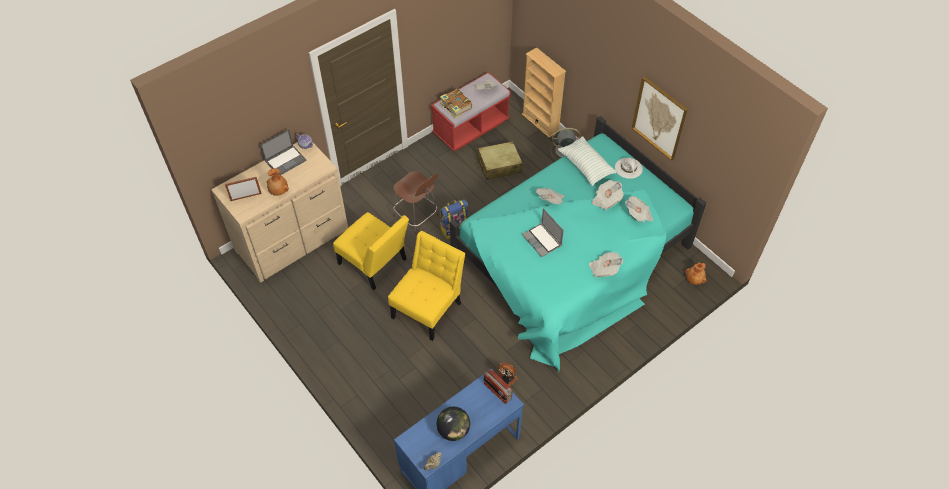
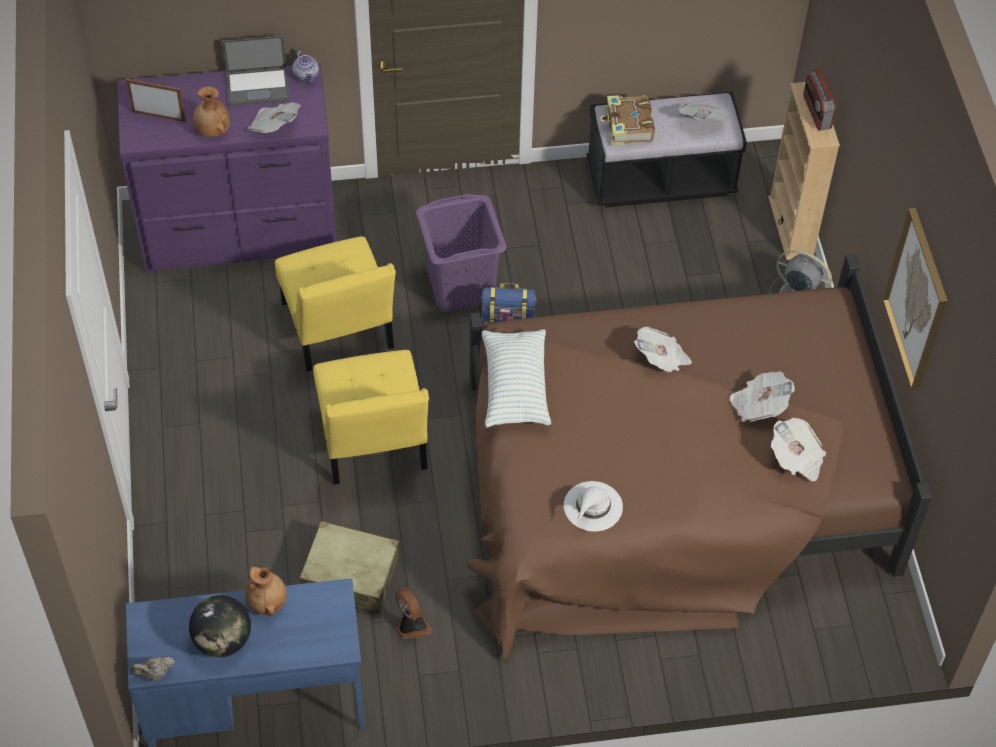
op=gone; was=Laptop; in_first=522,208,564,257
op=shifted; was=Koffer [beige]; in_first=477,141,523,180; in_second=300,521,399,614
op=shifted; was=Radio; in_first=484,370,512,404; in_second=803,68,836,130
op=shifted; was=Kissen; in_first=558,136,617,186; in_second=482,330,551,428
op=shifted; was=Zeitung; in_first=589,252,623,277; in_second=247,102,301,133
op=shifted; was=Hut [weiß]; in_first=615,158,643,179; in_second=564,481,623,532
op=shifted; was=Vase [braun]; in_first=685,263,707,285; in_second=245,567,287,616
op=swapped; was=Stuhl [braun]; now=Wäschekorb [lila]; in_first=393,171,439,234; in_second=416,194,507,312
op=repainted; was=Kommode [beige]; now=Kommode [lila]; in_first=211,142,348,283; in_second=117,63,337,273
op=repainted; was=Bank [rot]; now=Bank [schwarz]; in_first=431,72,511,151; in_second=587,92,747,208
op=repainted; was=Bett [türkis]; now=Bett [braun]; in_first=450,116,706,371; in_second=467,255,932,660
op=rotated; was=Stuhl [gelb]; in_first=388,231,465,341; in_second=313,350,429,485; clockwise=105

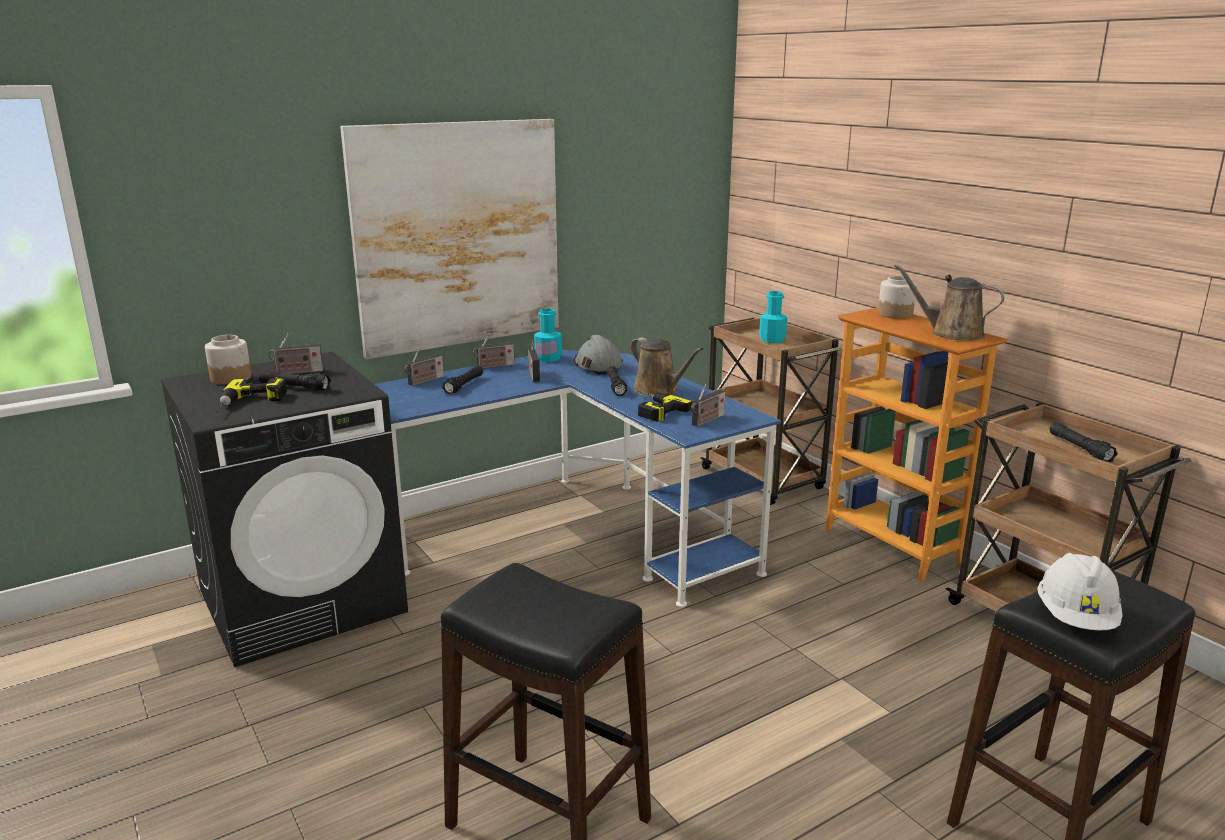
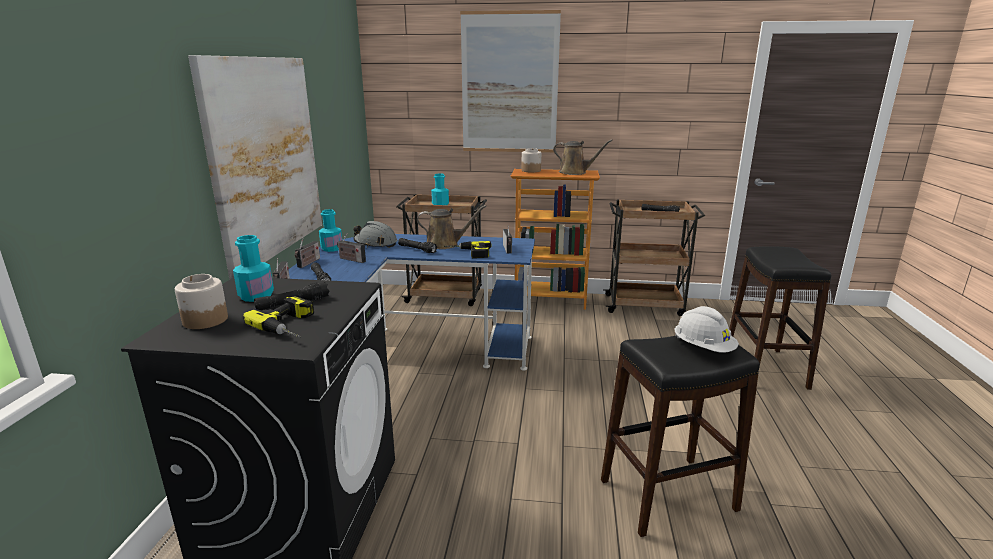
op=new; now=Bild; in_second=460,10,561,152
op=shifted; was=Schutzhelm [weiß]; in_first=1038,553,1123,630; in_second=674,306,739,353
op=swapped; was=Radio; now=Flasche [türkis]; in_first=269,333,323,374; in_second=233,235,274,302
op=rotated; was=Gießkanne [braun]; in_first=894,264,1004,341; in_second=553,139,613,175; clockwise=-135

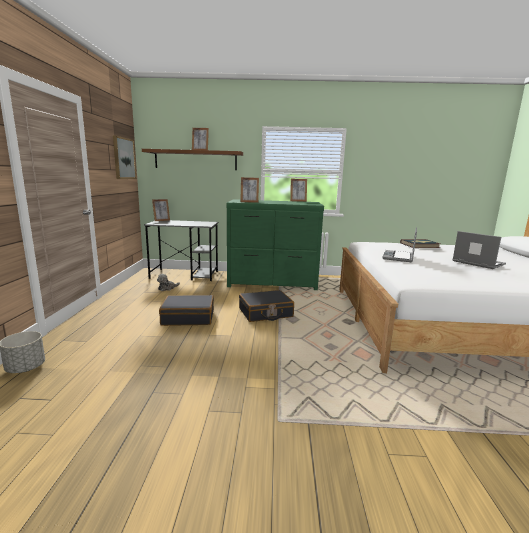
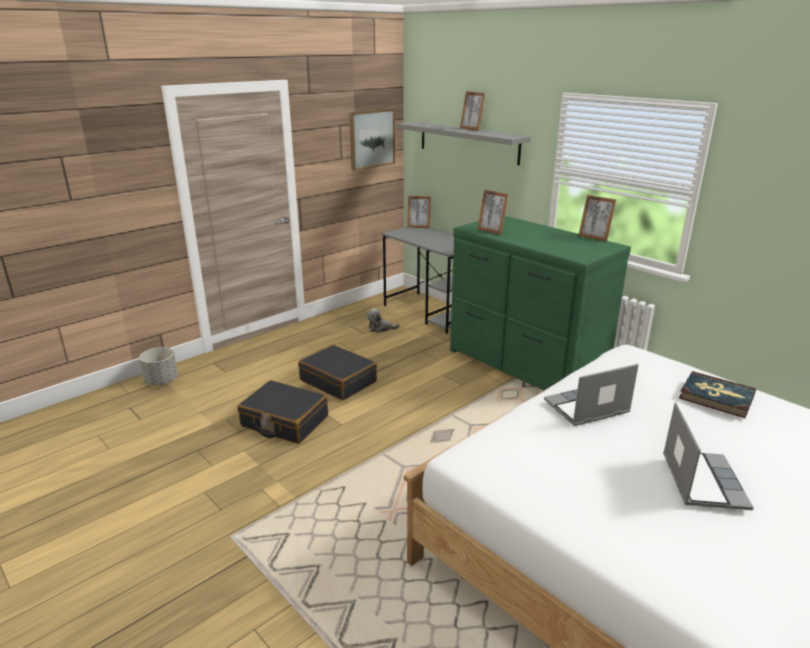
op=shifted; was=Koffer [schwarz]; in_first=239,290,294,322; in_second=237,380,328,444
op=repainted; was=Wandregal [braun]; now=Wandregal [grau]; in_first=142,149,243,170; in_second=397,121,531,165

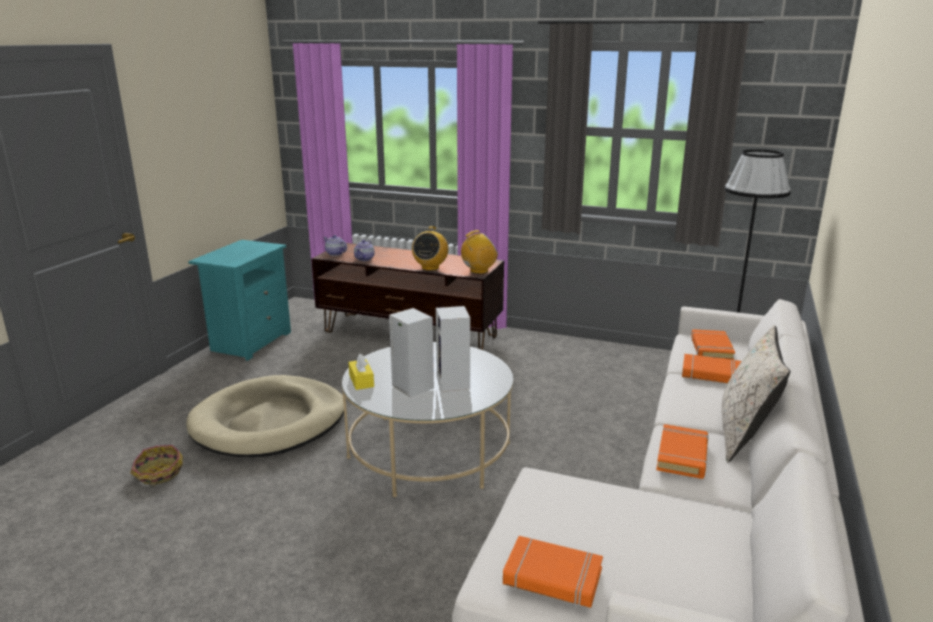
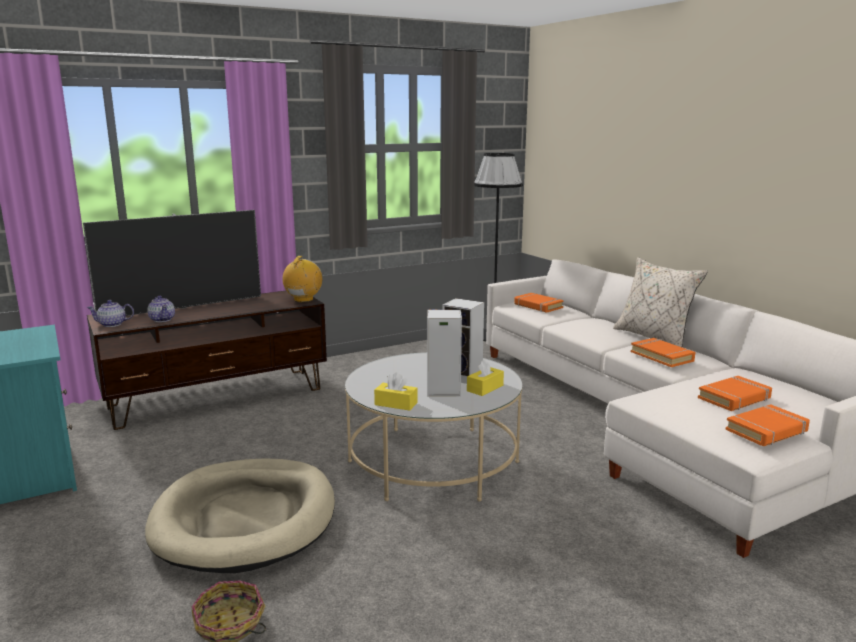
op=gone; was=Radio; in_first=412,226,448,271
op=new; now=Fernseher; in_second=83,210,261,316
op=new; now=Taschentuchbox [gelb]; in_second=467,359,504,396
op=shifted; was=Buch [orange]; in_first=682,354,741,383; in_second=698,376,772,411

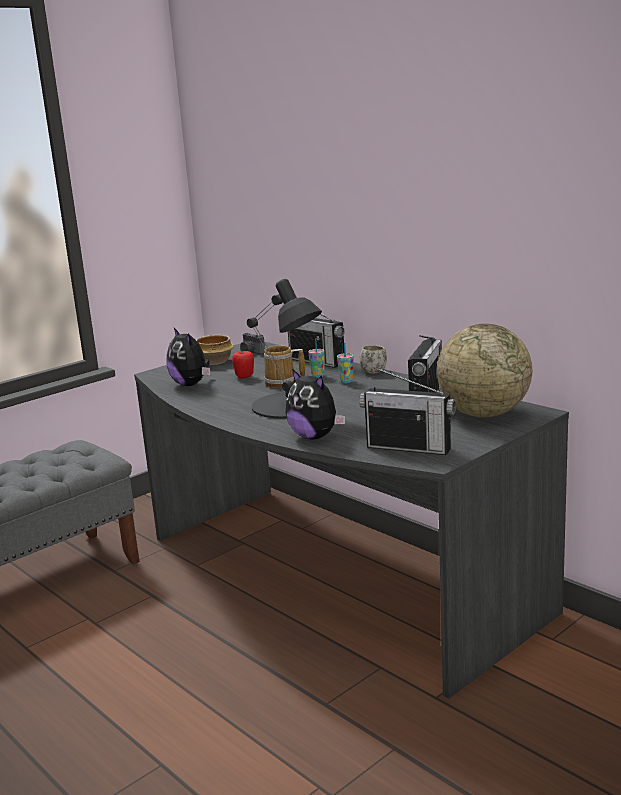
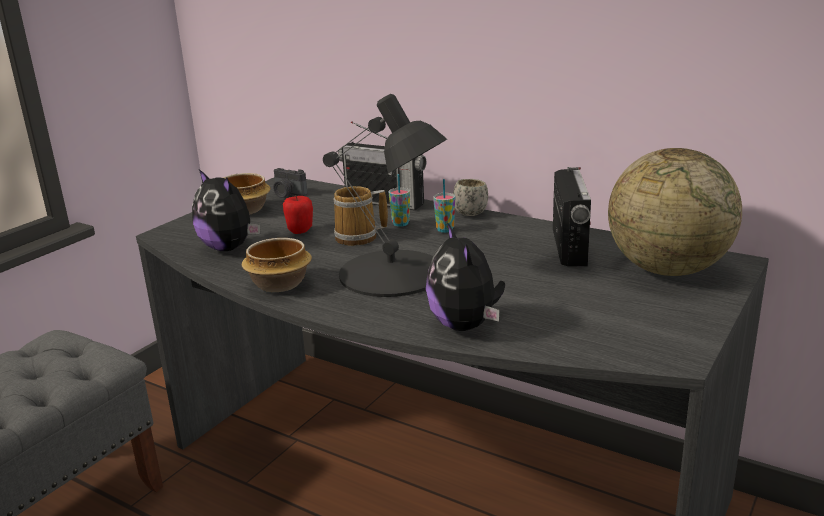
op=gone; was=Radio; in_first=359,367,456,455
op=new; now=Schüssel; in_second=242,238,312,292
op=rotated; was=Plüschtier; in_first=286,369,345,439; in_second=426,222,505,331; clockwise=45

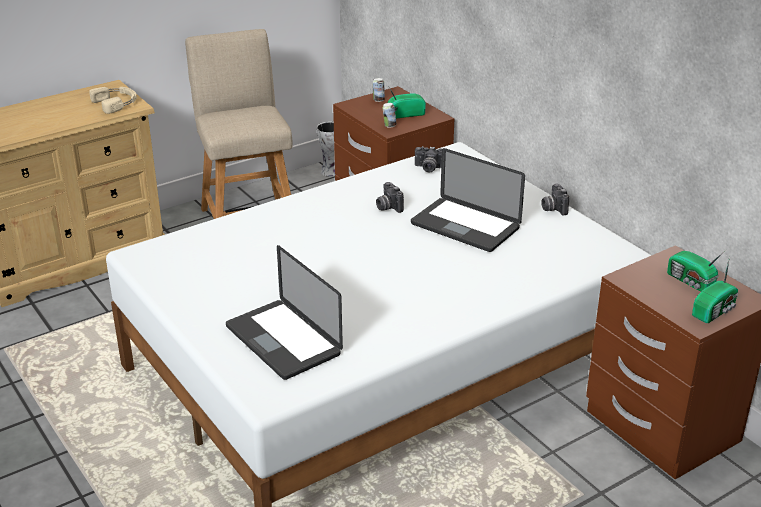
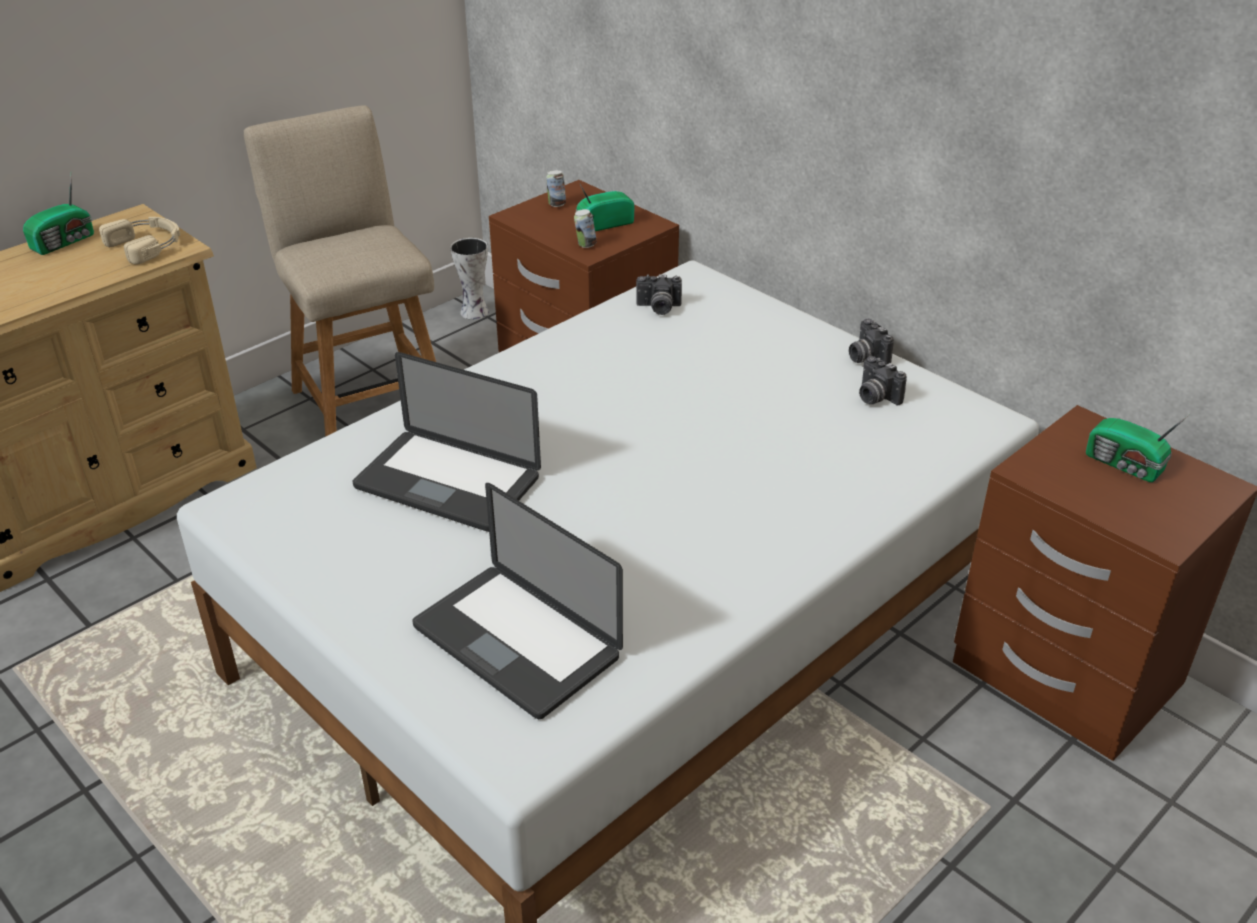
op=shifted; was=Kamera; in_first=376,182,404,213; in_second=859,356,907,405
op=shifted; was=Laptop; in_first=411,148,525,252; in_second=353,352,541,532
op=shifted; was=Radio; in_first=692,256,738,323; in_second=23,171,94,255

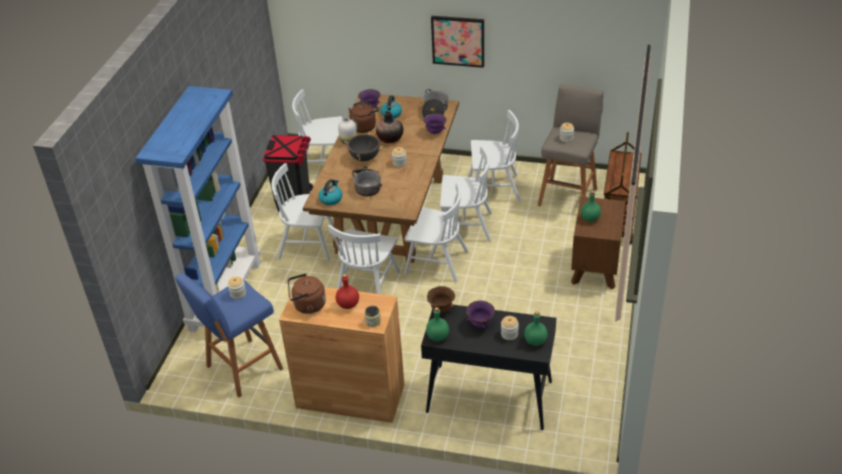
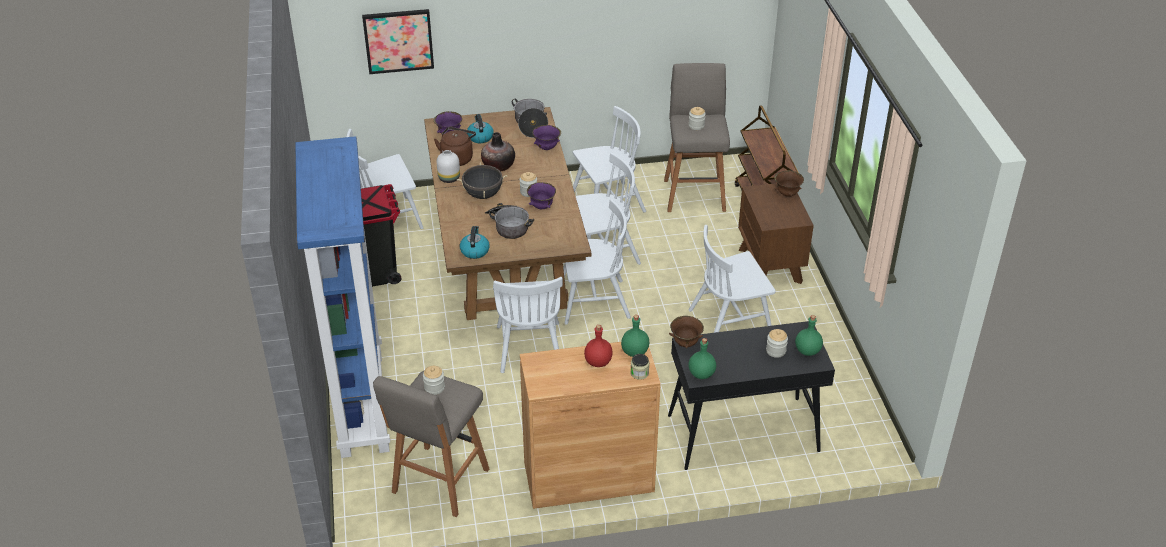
op=gone; was=Wasserkessel [braun]; in_first=288,273,326,314
op=new; now=Schüssel [braun]; in_second=774,170,804,197
op=shifted; was=Stuhl [weiß]; in_first=272,163,334,261; in_second=688,225,776,333
op=shifted; was=Bild; in_first=431,16,484,68; in_second=362,9,434,74
op=shifted; was=Schüssel [lila]; in_first=466,301,495,329; in_second=527,182,556,209
op=shifted; was=Flasche [grün]; in_first=581,191,601,222; in_second=621,315,650,357
op=repainted; was=Hocker [blau]; now=Hocker [grau]; in_first=175,273,283,398; in_second=373,371,489,517

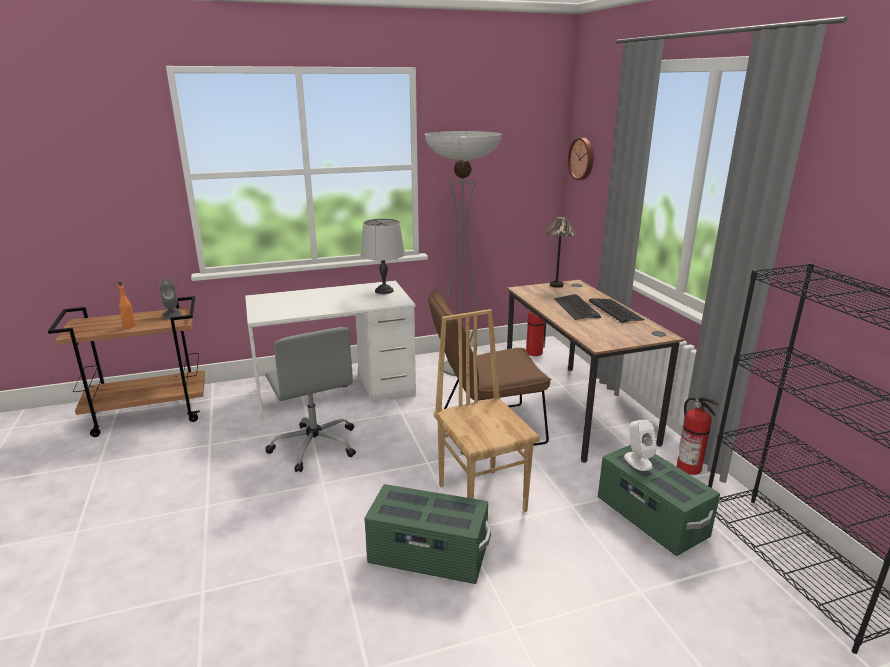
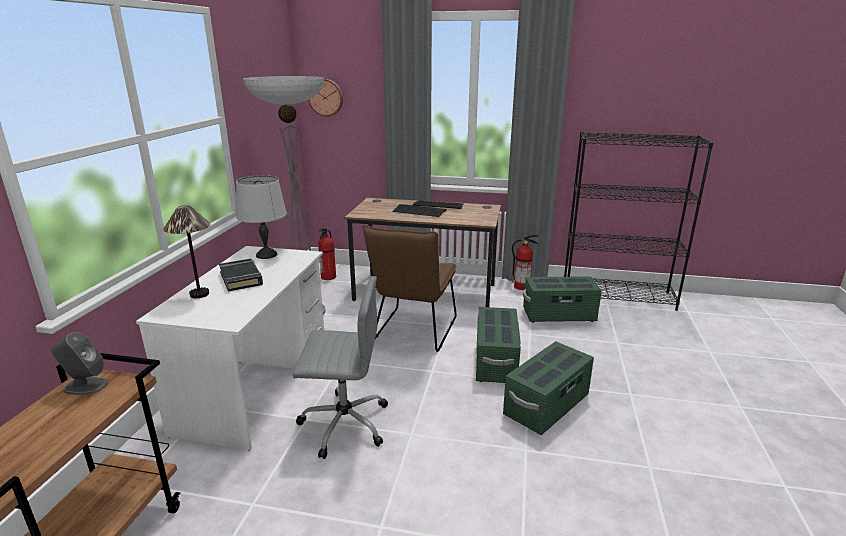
op=gone; was=Flasche [orange]; in_first=118,281,136,328
op=gone; was=Lautsprecher [weiß]; in_first=624,420,657,471
op=new; now=Buch [schwarz]; in_second=219,259,263,291
op=shifted; was=Tischlampe; in_first=544,217,577,288; in_second=163,205,211,298
op=swapped; was=Stuhl [braun]; now=Aufbewahrungsbox [grün]; in_first=434,309,540,512; in_second=476,307,521,383

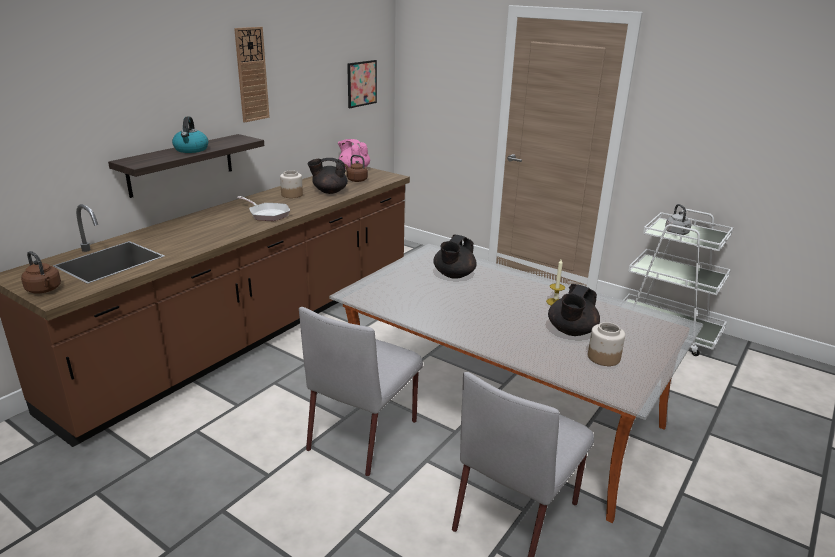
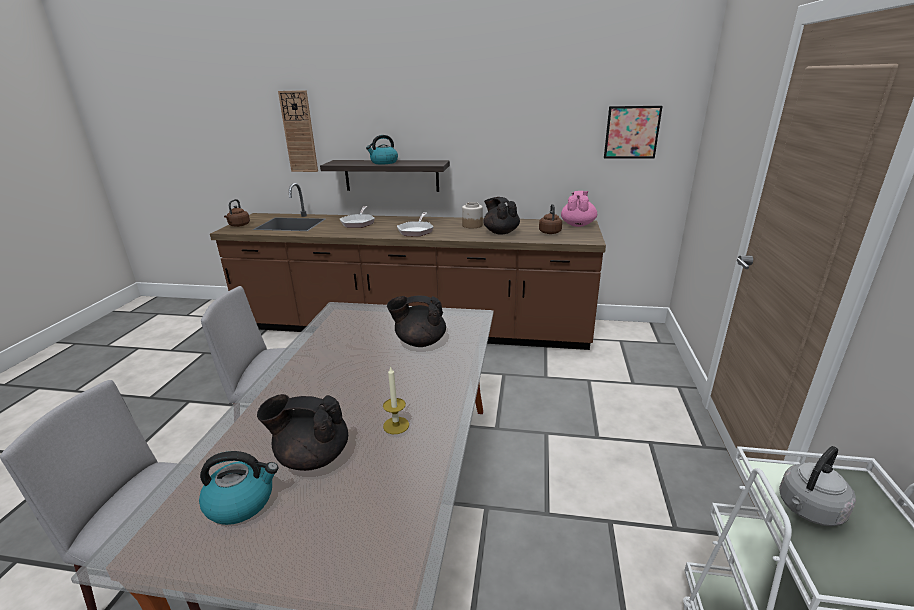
op=new; now=Pfanne; in_second=340,206,375,228
op=shifted; was=Wanduhr; in_first=234,27,270,122; in_second=278,90,318,172
op=swapped; was=Vorratsglas; now=Wasserkessel; in_first=588,322,625,366; in_second=199,451,278,525

